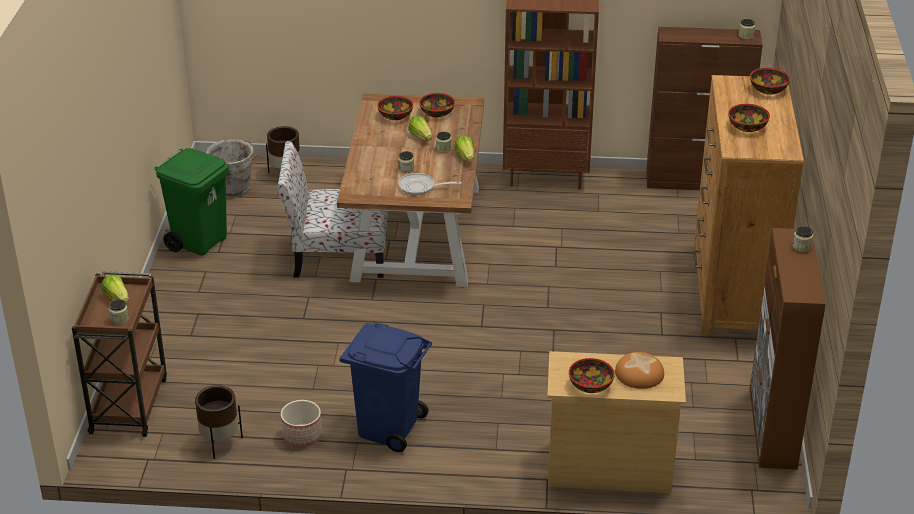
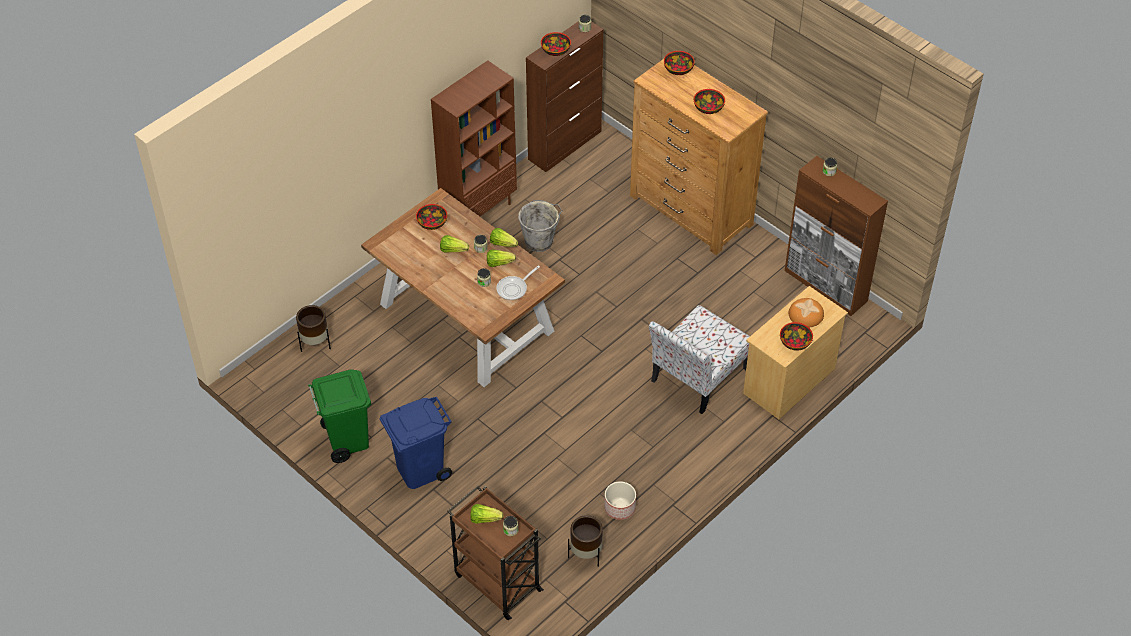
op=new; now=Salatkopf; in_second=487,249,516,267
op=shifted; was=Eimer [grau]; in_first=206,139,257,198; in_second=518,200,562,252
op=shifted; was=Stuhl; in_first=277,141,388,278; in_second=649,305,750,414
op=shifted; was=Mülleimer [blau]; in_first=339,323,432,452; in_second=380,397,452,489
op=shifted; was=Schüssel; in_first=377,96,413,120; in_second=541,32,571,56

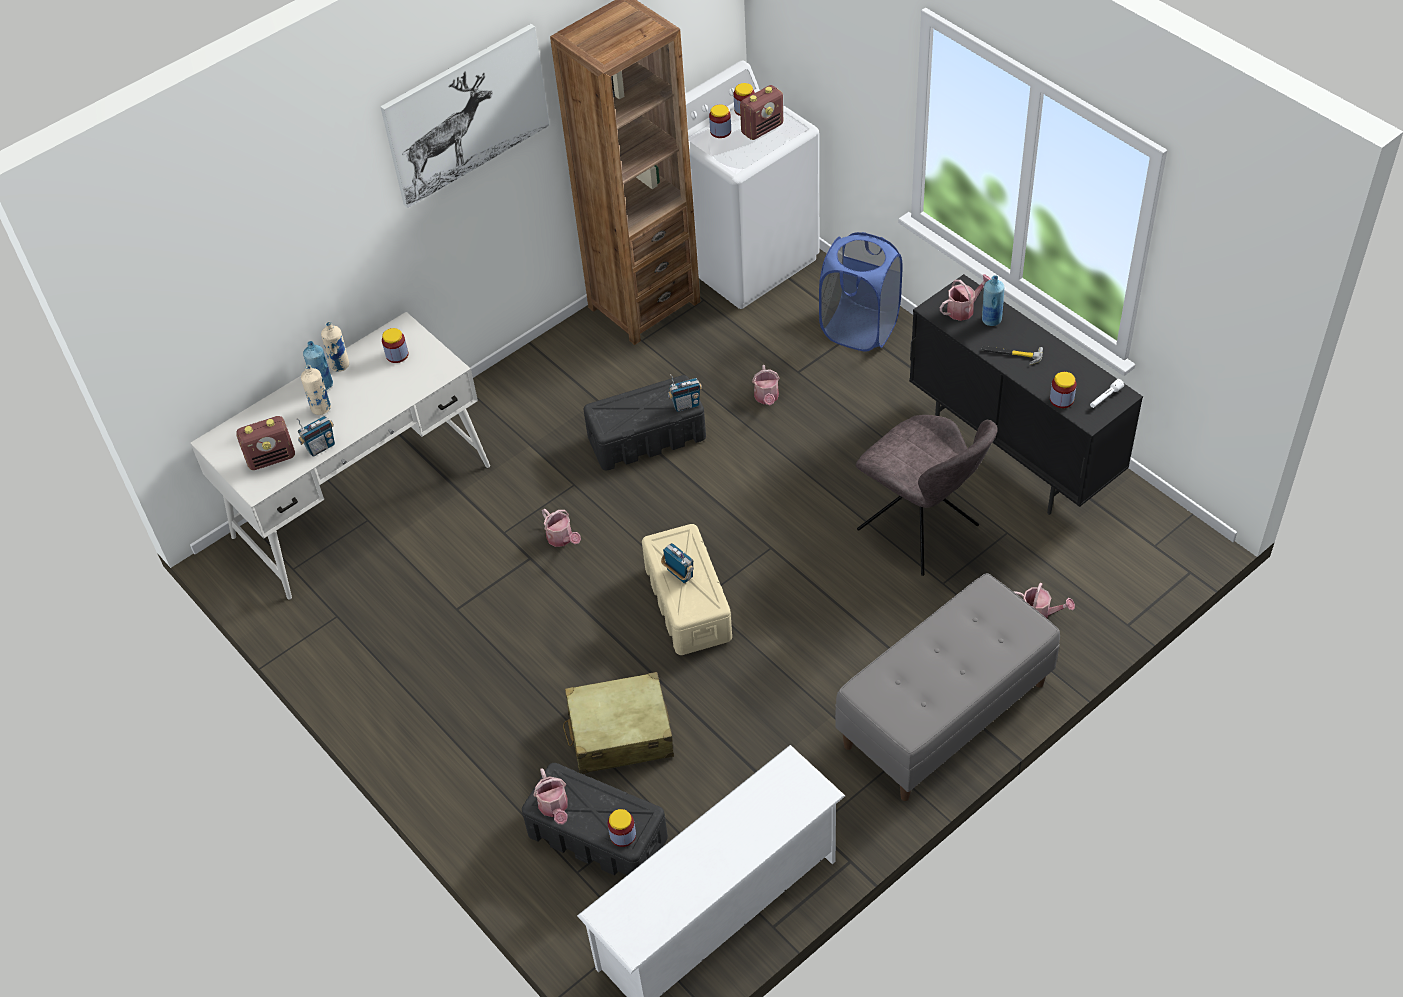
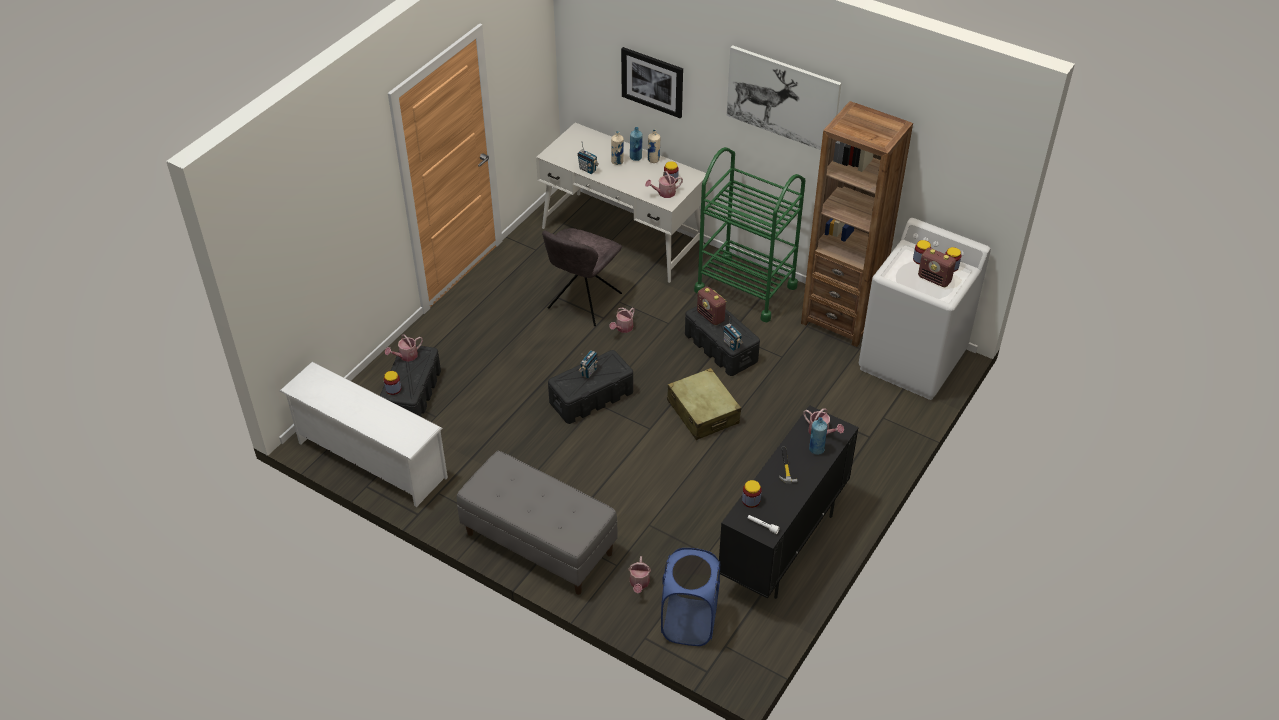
op=new; now=Bild; in_second=621,47,683,118
op=new; now=Rollwagen [grün]; in_second=694,147,806,322
op=shifted; was=Radio; in_first=236,416,295,470; in_second=697,286,727,325
op=shifted; was=Koffer [beige]; in_first=563,672,674,774; in_second=667,368,741,440
op=shifted; was=Gießkanne; in_first=752,365,780,405; in_second=645,171,683,198
op=shifted; was=Wäschekorb [blau]; in_first=819,232,902,352; in_second=661,548,720,646
op=shifted; was=Stuhl [grau]; in_first=856,415,998,576; in_second=542,228,622,326
op=repainted; was=Aufbewahrungsbox [beige]; now=Aufbewahrungsbox [schwarz]; in_first=642,524,732,655; in_second=548,350,633,424

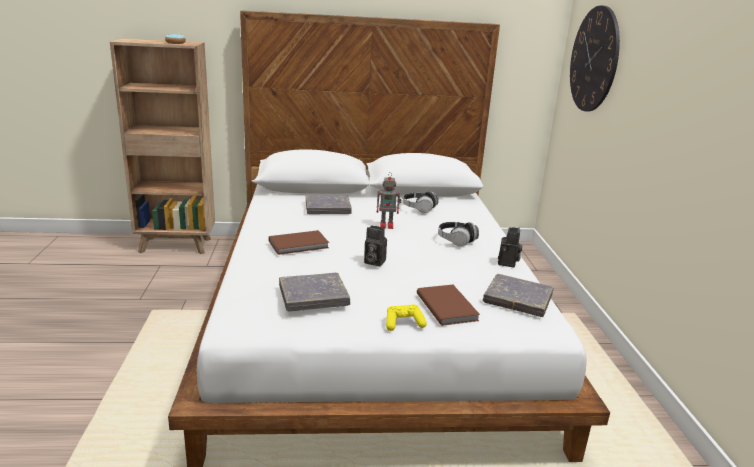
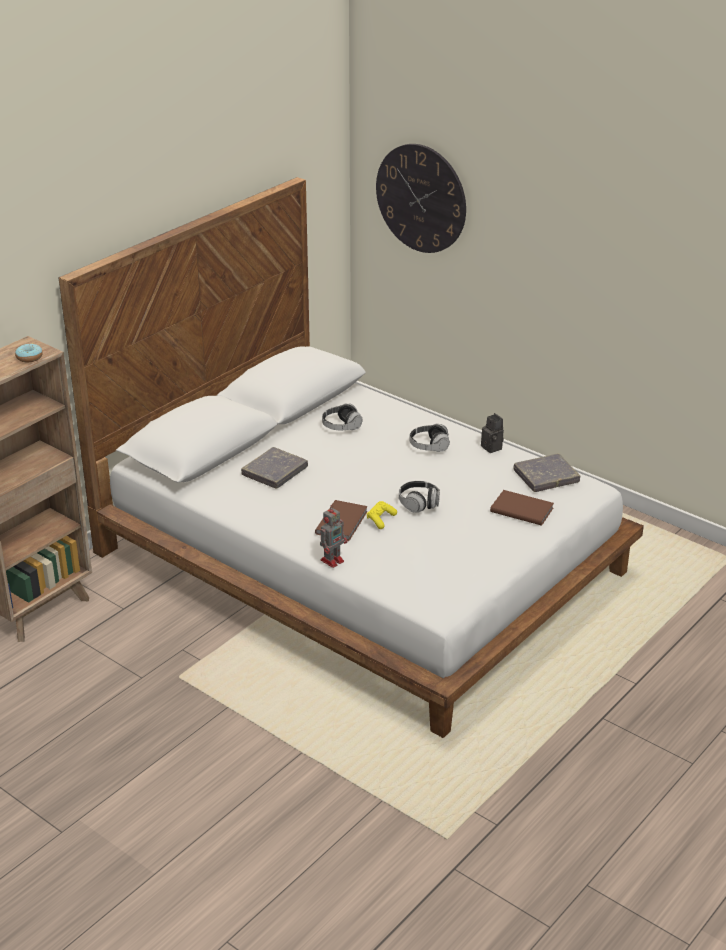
op=gone; was=Buch [grau]; in_first=279,273,350,311
op=shifted; was=Spielzeugroboter; in_first=377,172,402,229; in_second=320,505,347,568
op=shifted; was=Gamepad [gelb]; in_first=386,304,427,331; in_second=367,501,397,529
op=swapped; was=Kamera; now=Kopfhörer; in_first=364,226,387,267; in_second=399,481,440,513

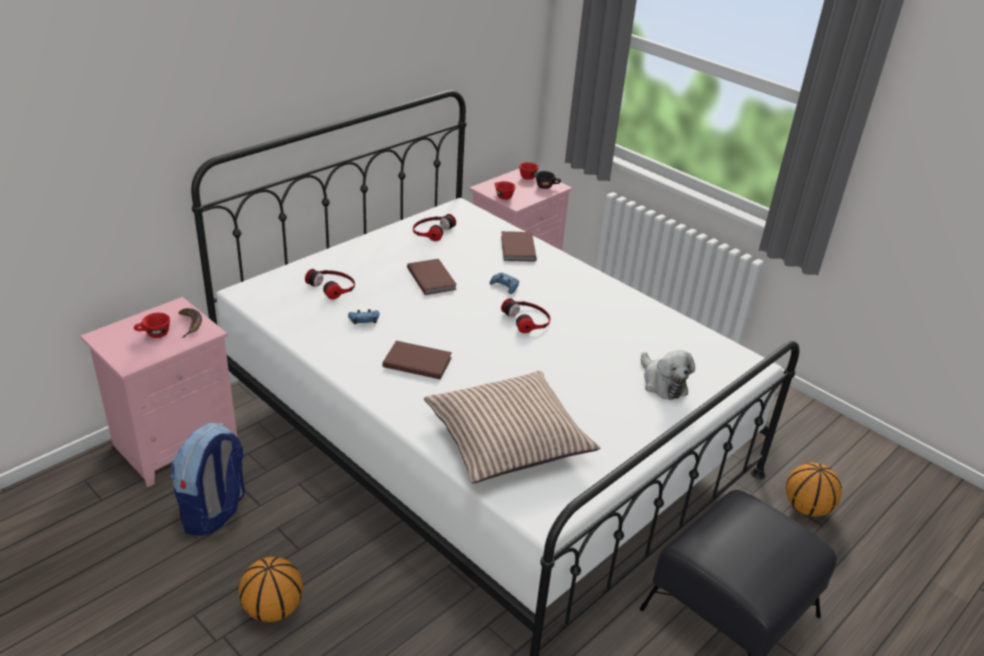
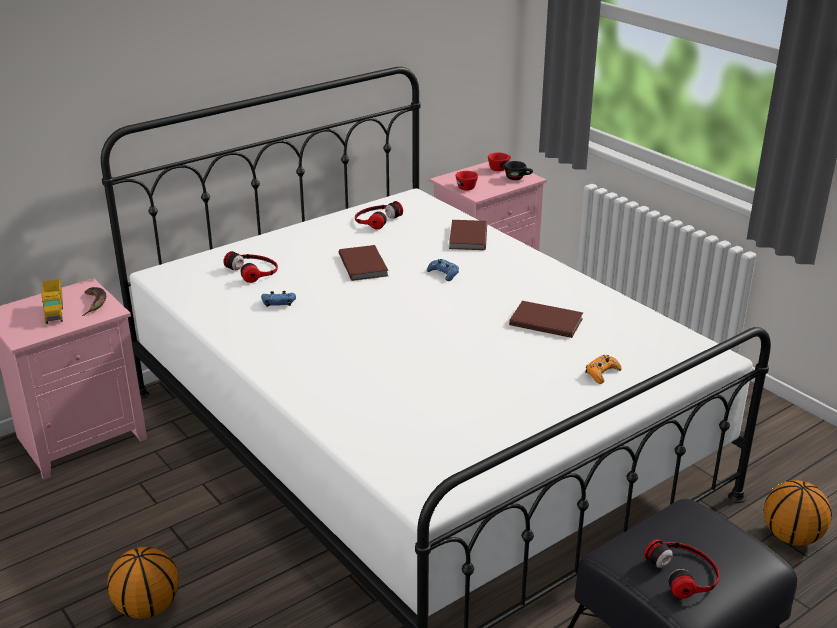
op=gone; was=Rucksack; in_first=170,423,245,536
op=gone; was=Kissen; in_first=424,371,600,483
op=shifted; was=Buch [braun]; in_first=383,341,452,379; in_second=509,301,583,338
op=shifted; was=Kopfhörer; in_first=501,298,551,333; in_second=644,539,720,599
op=swapped; was=Tasse [rot]; now=Spielzeuglaster; in_first=134,313,170,338; in_second=41,279,63,324
op=swapped; was=Plüschtier; now=Gamepad [orange]; in_first=641,350,695,400; in_second=585,355,622,384

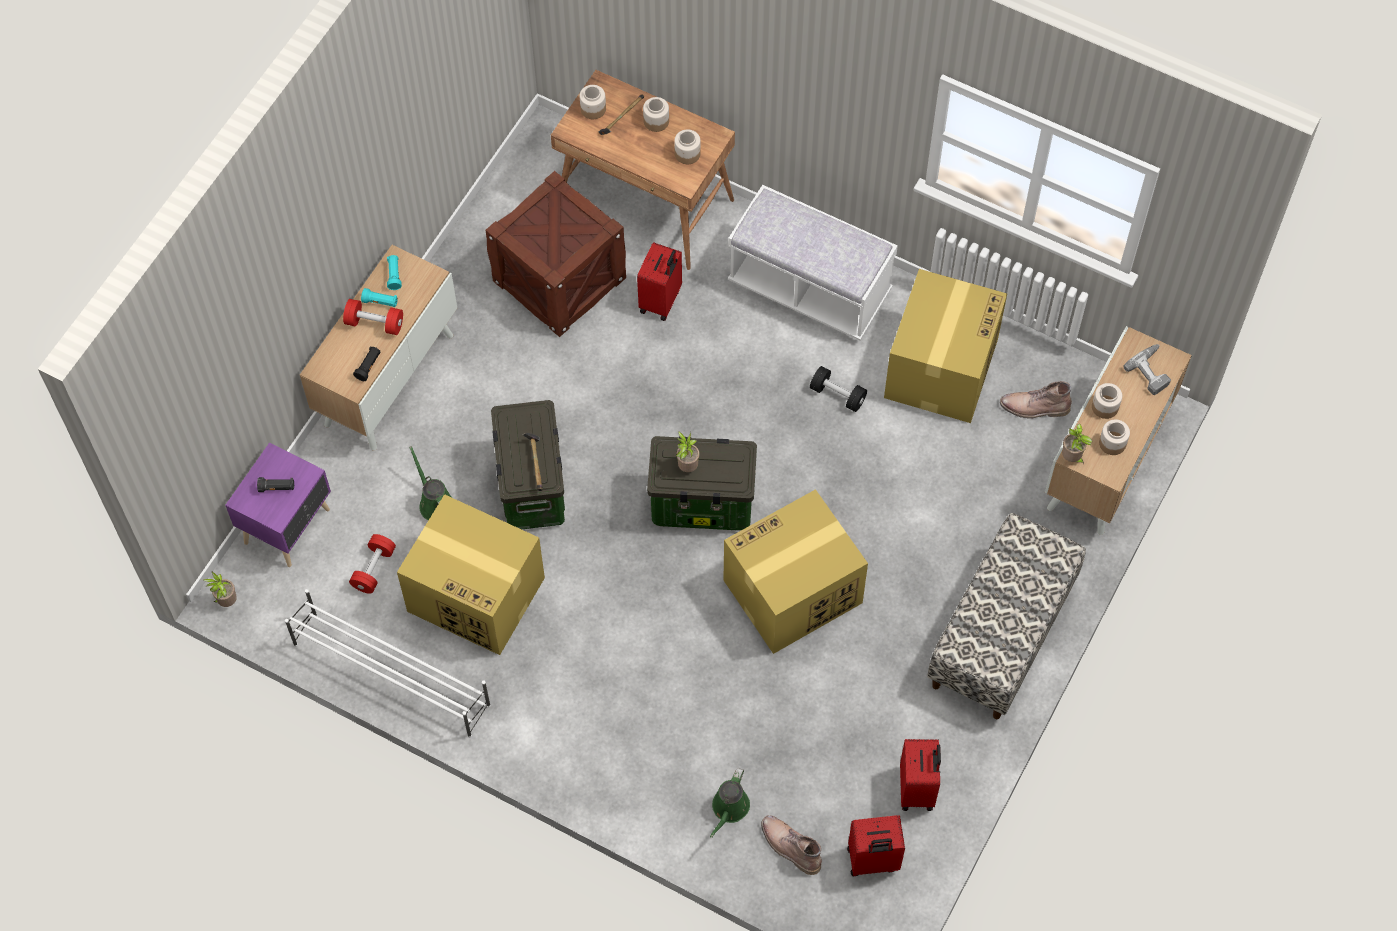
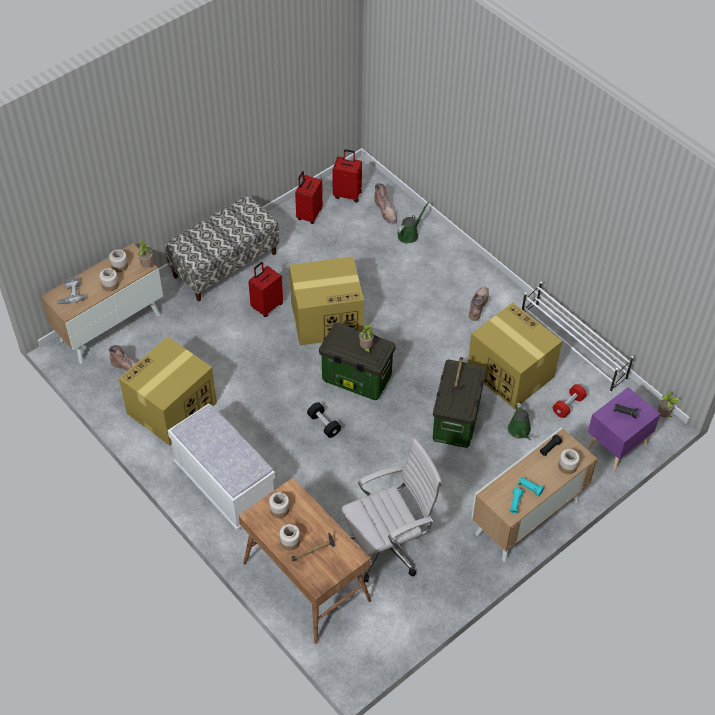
op=gone; was=Hantel [rot]; in_first=343,299,403,335
op=new; now=Stiefel [braun]; in_second=469,286,489,321
op=shifted; was=Vorratsglas; in_first=580,85,606,119; in_second=558,449,579,474
op=shifted; was=Koffer [rot]; in_first=637,242,682,321; in_second=248,262,283,317
op=shifted; was=Hantel [schwarz]; in_first=810,366,867,412; in_second=307,402,341,438
op=swapped; was=Kiste; now=Bürostuhl [weiß]; in_first=485,171,626,337; in_second=342,439,442,582

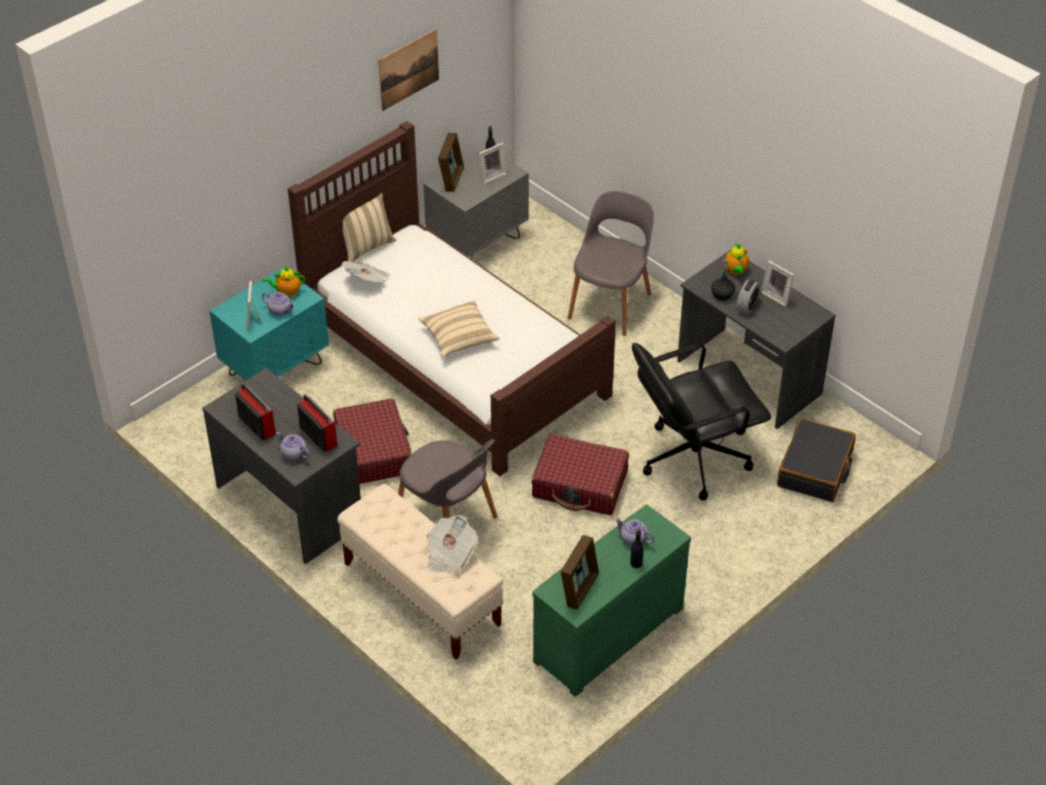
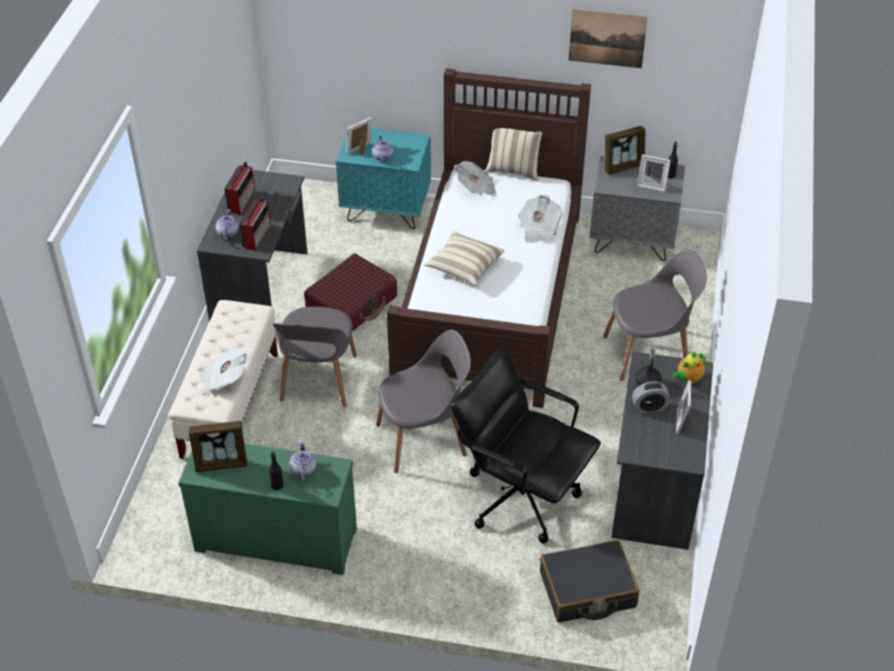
op=gone; was=Teekanne; in_first=262,266,305,297
op=new; now=Zeitung; in_second=519,195,563,243
op=swapped; was=Koffer [rot]; now=Stuhl [grau]; in_first=531,434,629,515; in_second=376,330,471,473

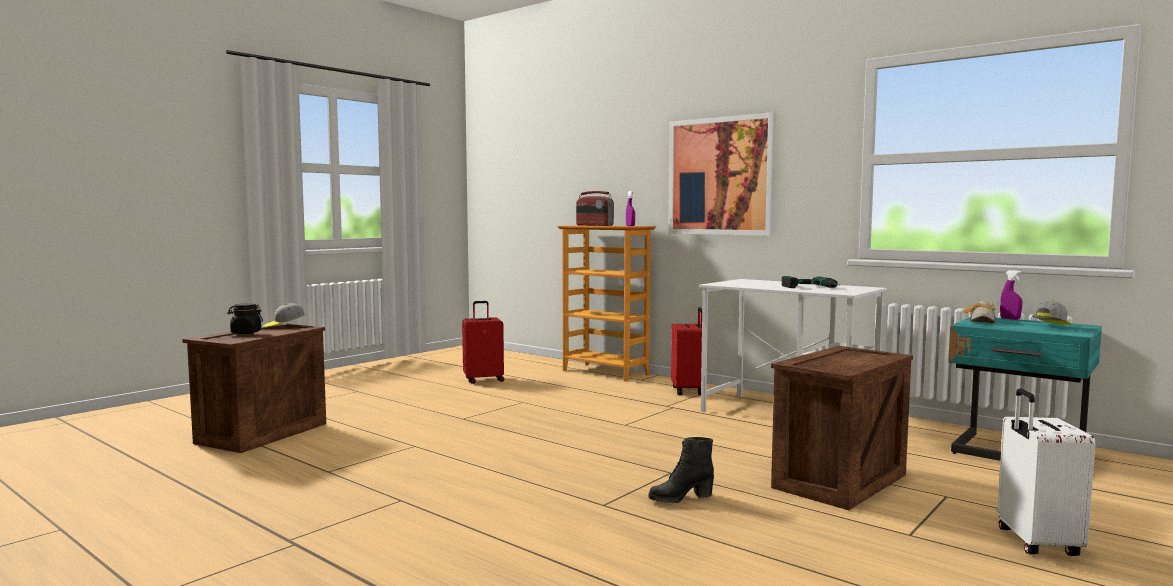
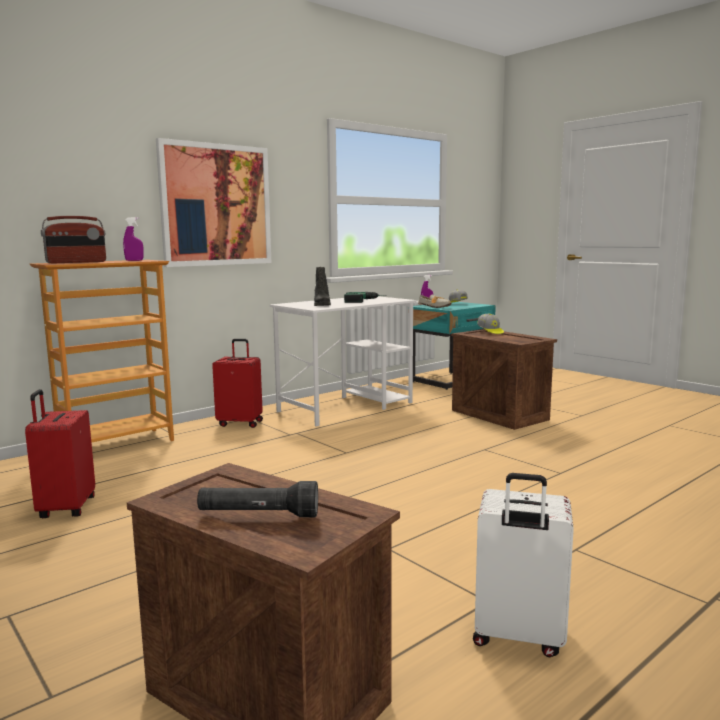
op=shifted; was=Kappe; in_first=263,303,305,328; in_second=477,314,504,334
op=shifted; was=Stiefel [schwarz]; in_first=648,437,714,503; in_second=314,267,331,306
op=shifted; was=Koffer [weiß]; in_first=998,388,1096,556; in_second=473,473,574,657
op=swapped; was=Vorratsglas [schwarz]; now=Taschenlampe [schwarz]; in_first=227,303,263,334; in_second=197,481,318,517

